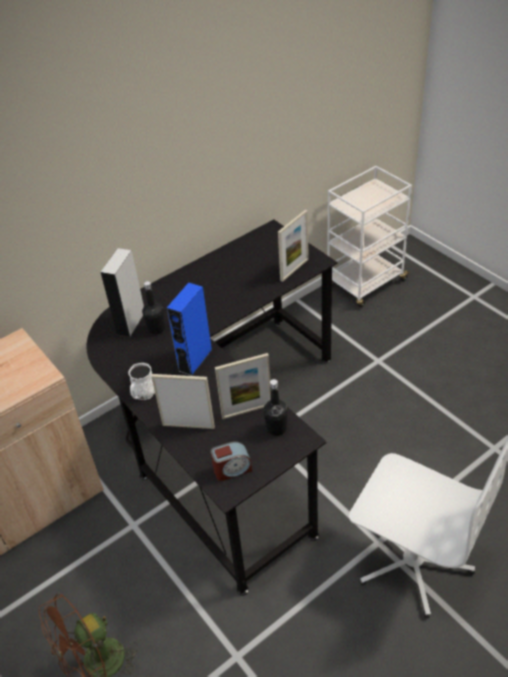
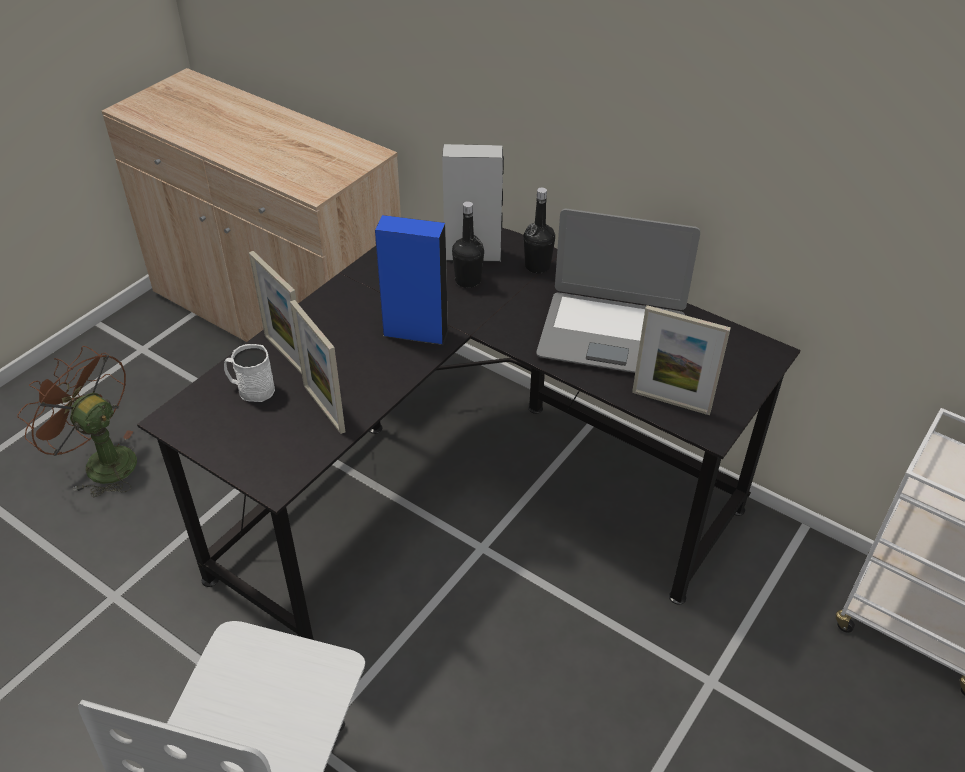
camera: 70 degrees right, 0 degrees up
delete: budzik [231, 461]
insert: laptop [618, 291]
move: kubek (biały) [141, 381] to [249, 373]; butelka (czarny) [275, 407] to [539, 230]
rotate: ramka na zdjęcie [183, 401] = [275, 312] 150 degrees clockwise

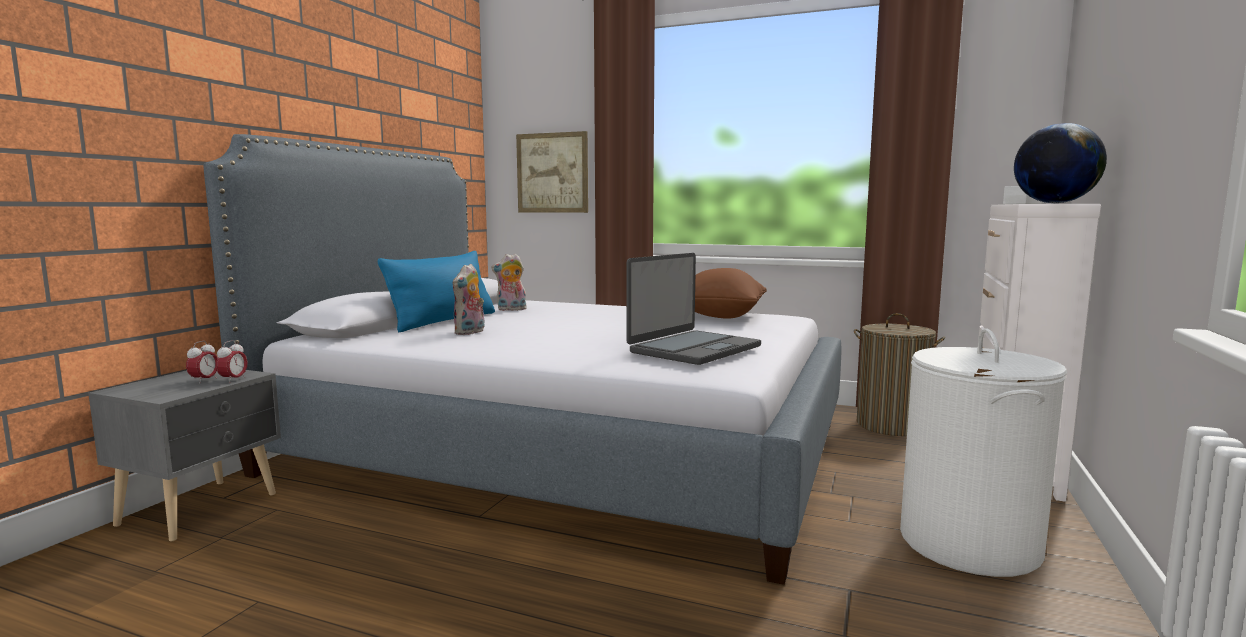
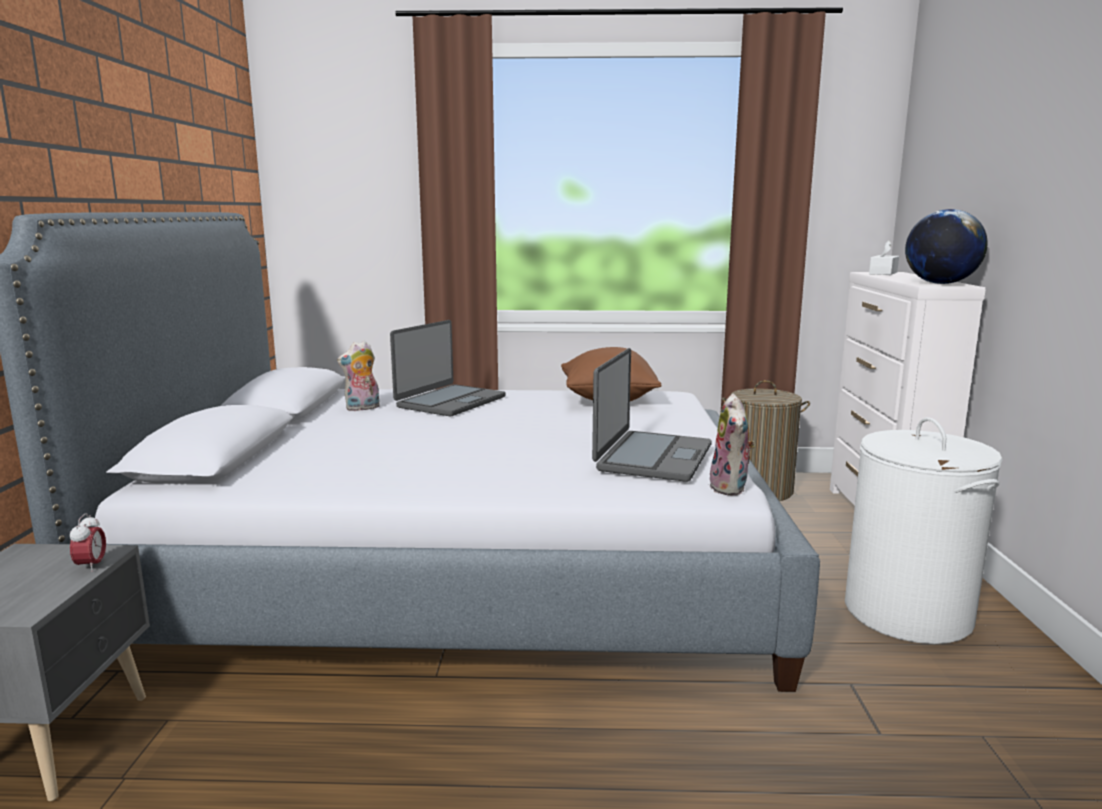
camera: 20 degrees left, 5 degrees up
delete: budzik [202, 361]; poduszka (niebieski) [436, 291]; obraz [552, 172]
insert: laptop [448, 368]
move: pluszak [468, 299] to [732, 445]

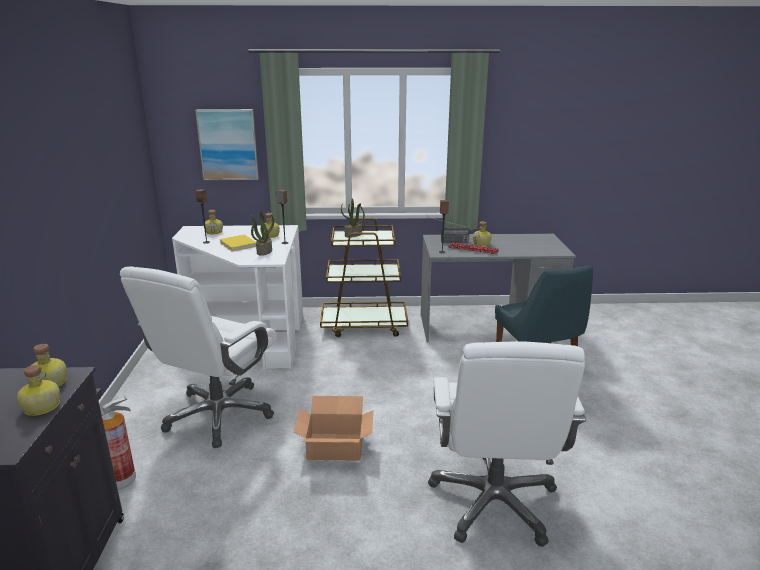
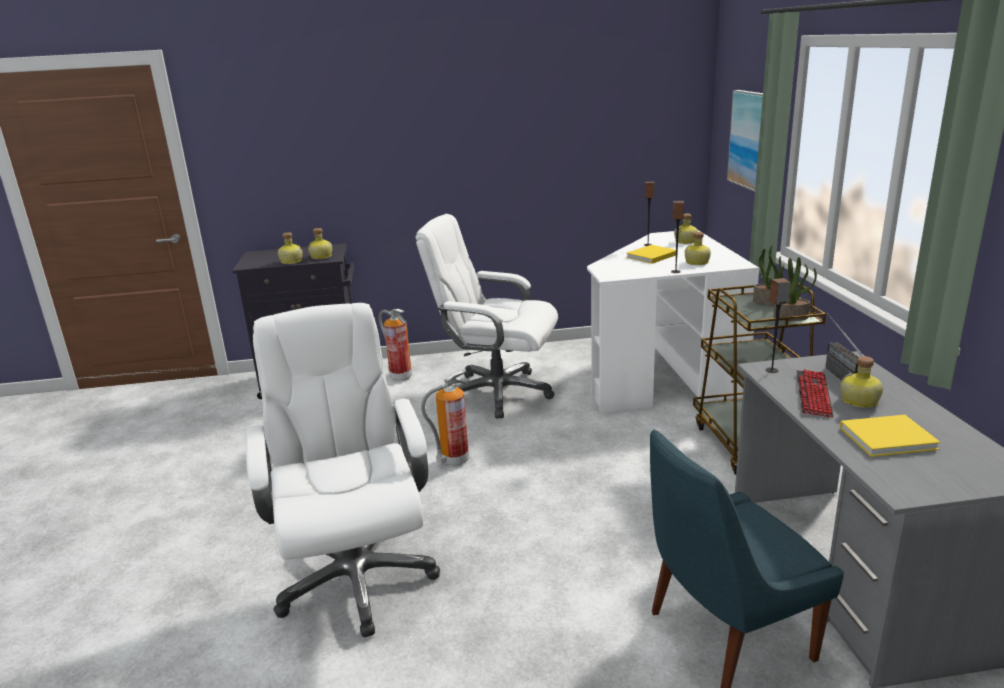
camera: 85 degrees right, 0 degrees up
insert: książka (żółty) [890, 436]
move: roślina doniczkowa [262, 233] to [795, 289]
replace: karton [333, 428] to gaśnica [445, 418]
rotate: krzesło biurowe (biały) [507, 444] = [343, 470] 75 degrees clockwise

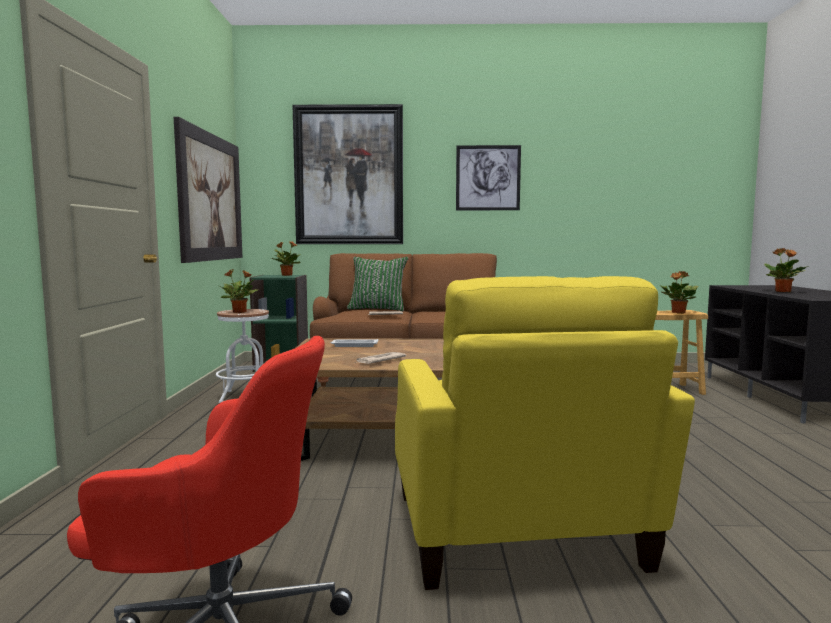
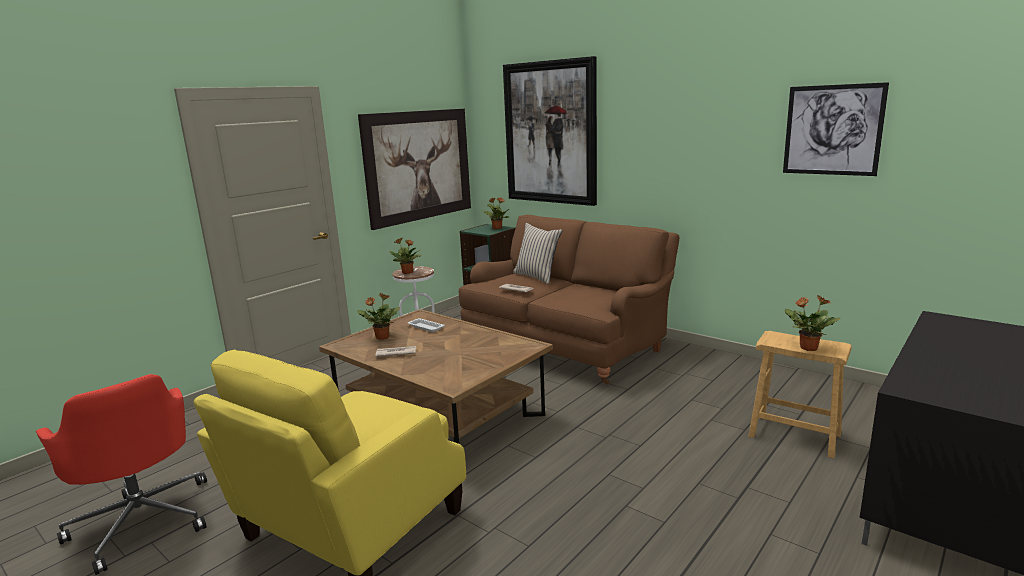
camera: 40 degrees right, 10 degrees up
move: obraz [488, 177] to [836, 129]; roślina doniczkowa [786, 270] to [378, 316]
recolor: poduszka (zielony) [378, 284] to poduszka (beżowy) [538, 253]

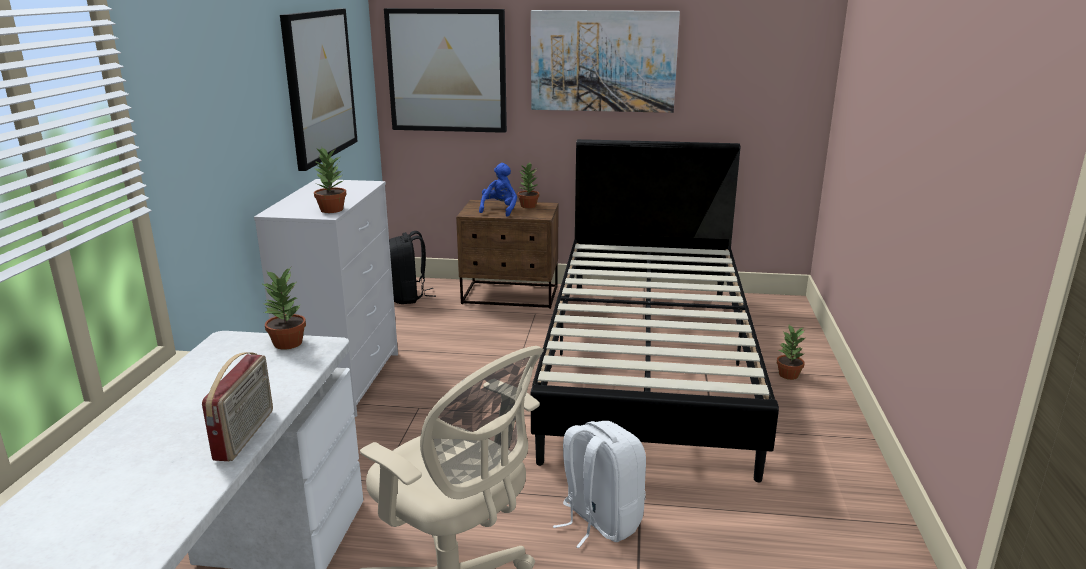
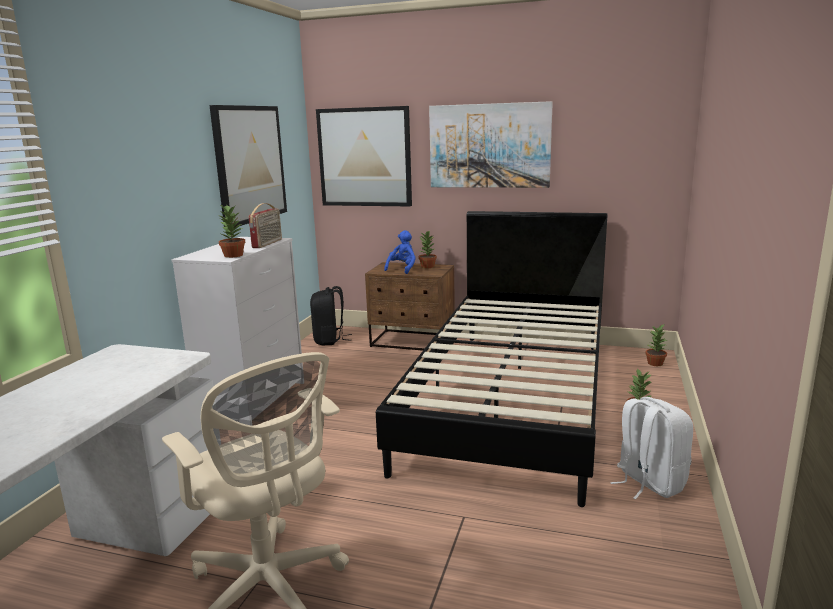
camera: 10 degrees right, 5 degrees down
move: radio [237, 406] to [265, 225]; roślina doniczkowa [283, 308] to [656, 345]; plecak (biały) [599, 484] to [651, 448]

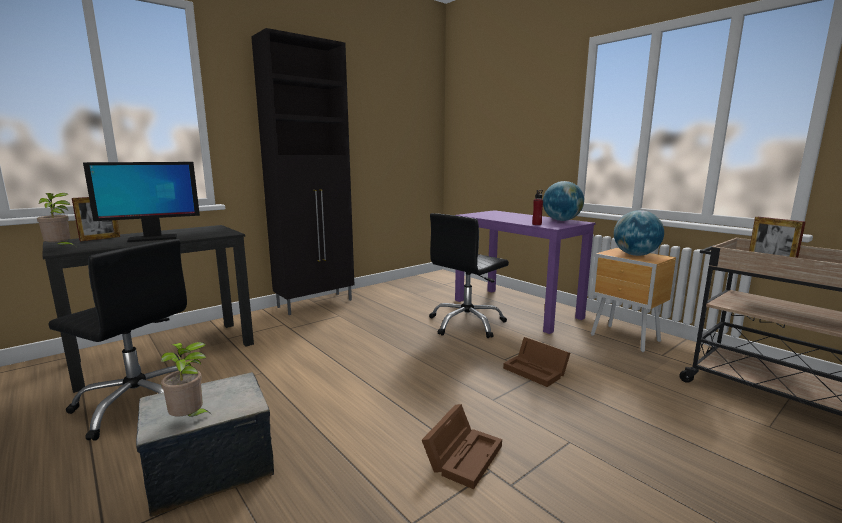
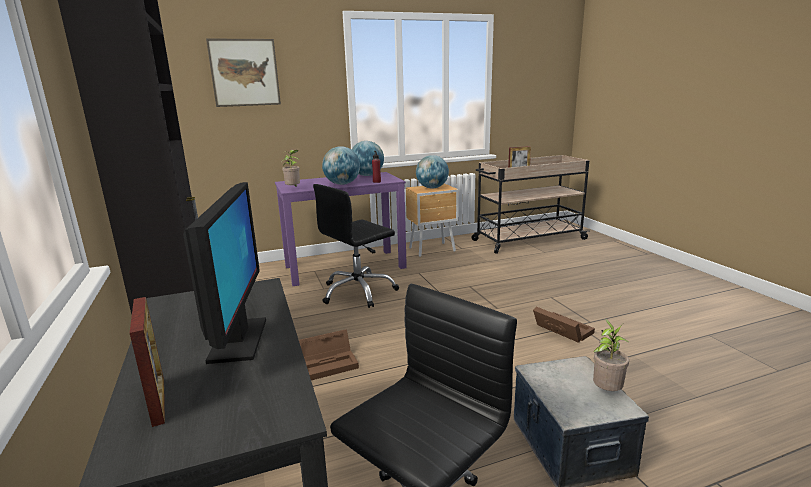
camera: 70 degrees left, 5 degrees up
insert: obraz [243, 72]; globus [341, 165]
move: roślina doniczkowa [56, 220] to [291, 168]; pojemnik do przechowywania (brązowy) [536, 362] to [329, 354]
rotate: krzesło biurowe (czarny) [469, 275] = [356, 246] 75 degrees clockwise

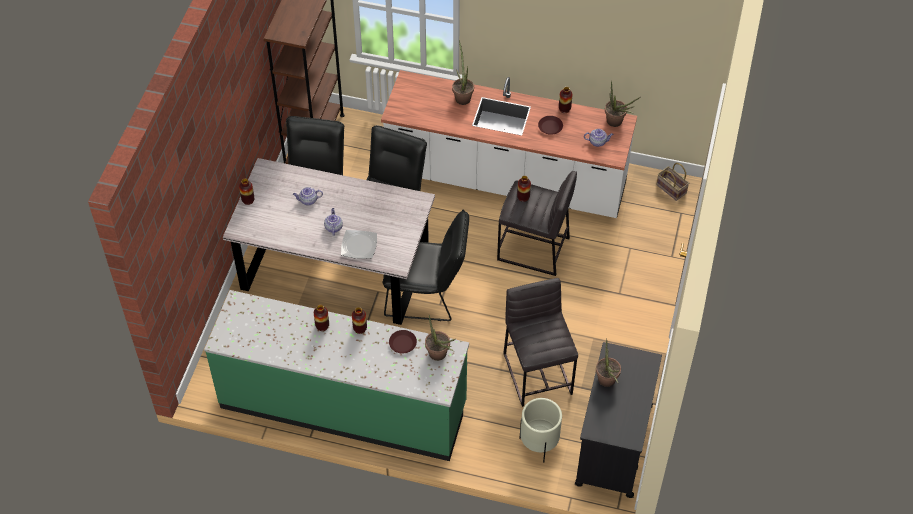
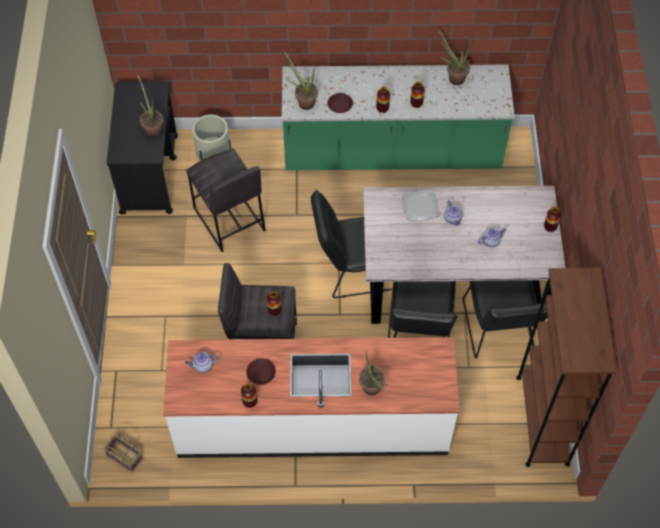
camera: 165 degrees right, 5 degrees up
move: roślina doniczkowa [622, 103] to [454, 57]

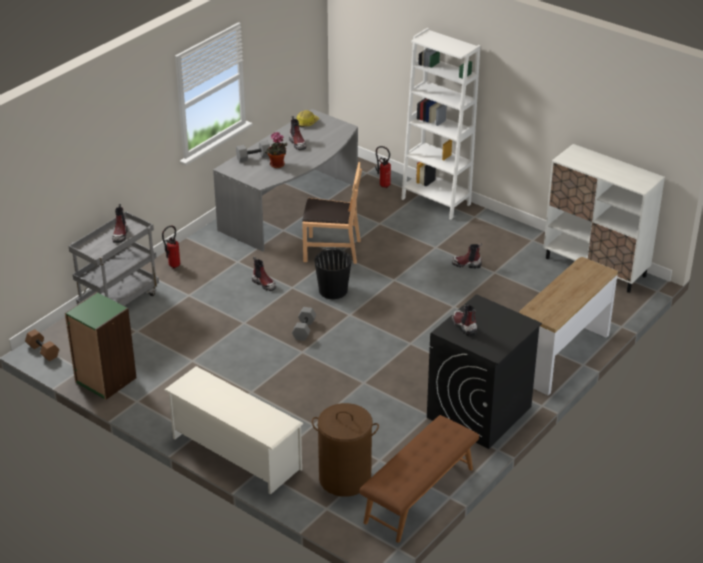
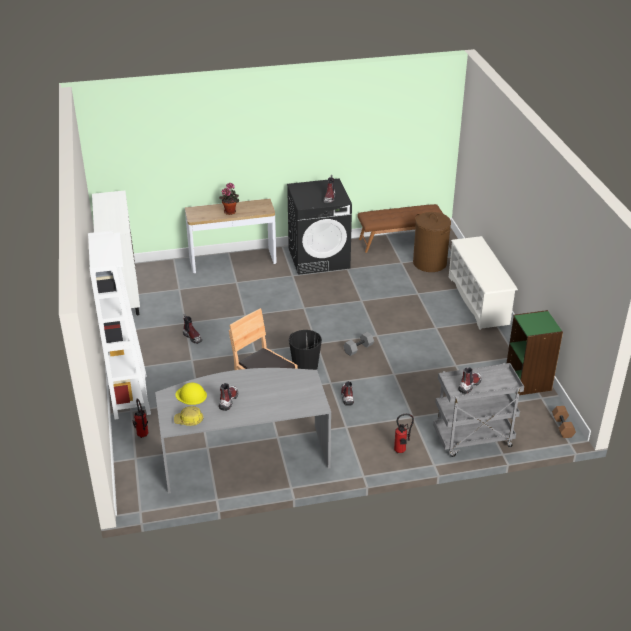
camera: 140 degrees left, 0 degrees up
delete: hantel (szary) [253, 151]
insert: kask (żółty) [191, 393]
move: roślina doniczkowa [276, 150] to [229, 199]

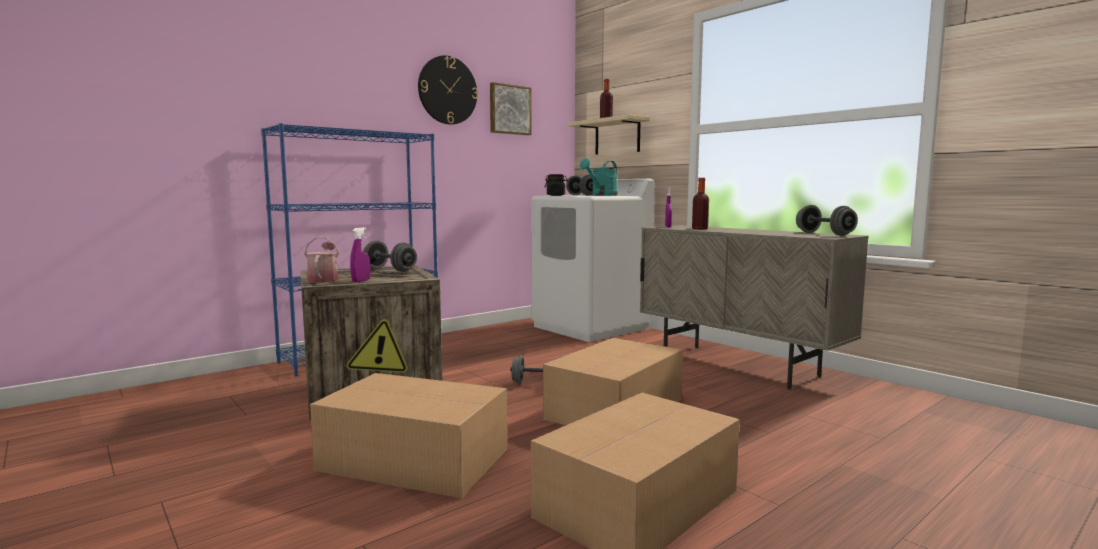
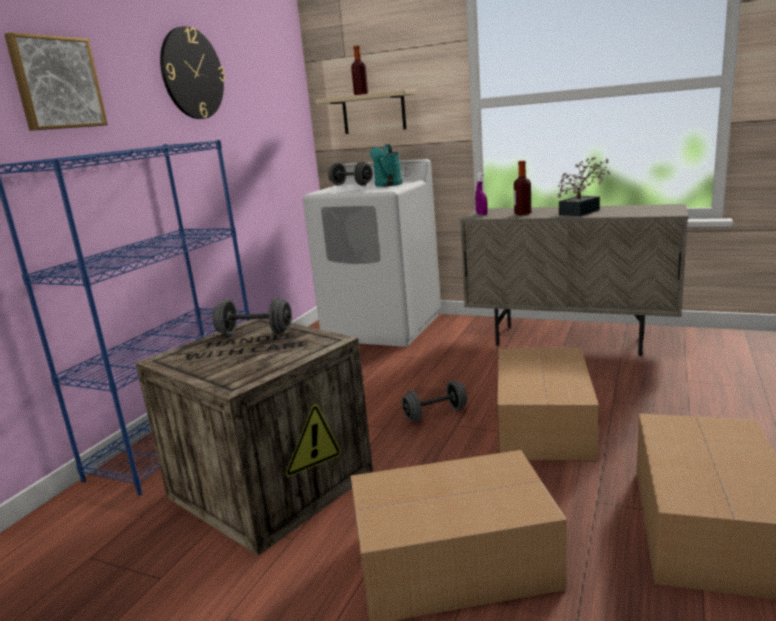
camera: 25 degrees left, 10 degrees up
delete: konewka [321, 260]; spryskiwacz (fioletowy) [360, 254]; słoik (czarny) [556, 185]; hantel (szary) [827, 220]
insert: roślina doniczkowa [584, 186]
move: obraz [511, 108] to [56, 81]

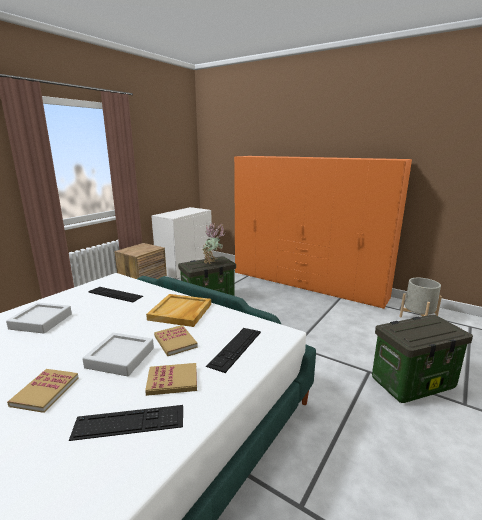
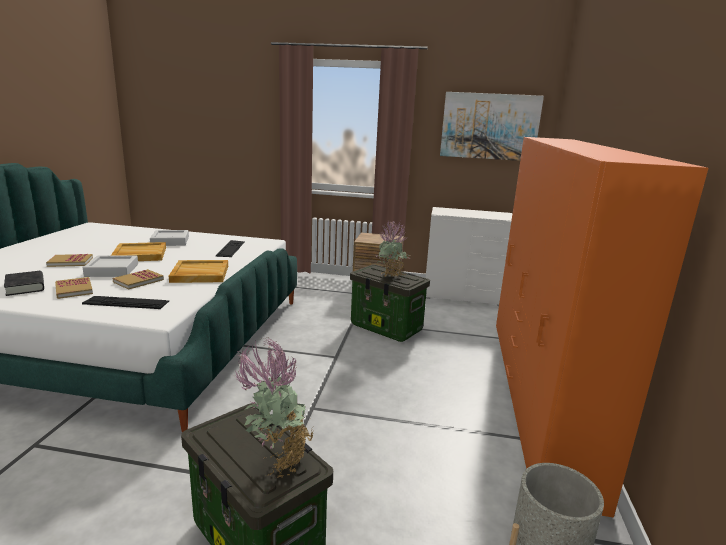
camera: 65 degrees right, 0 degrees up
insert: taca (beżowy) [138, 251]; roślina doniczkowa [274, 407]; obraz [492, 126]
replace: klawiatura [126, 423] to książka (czarny) [24, 283]

